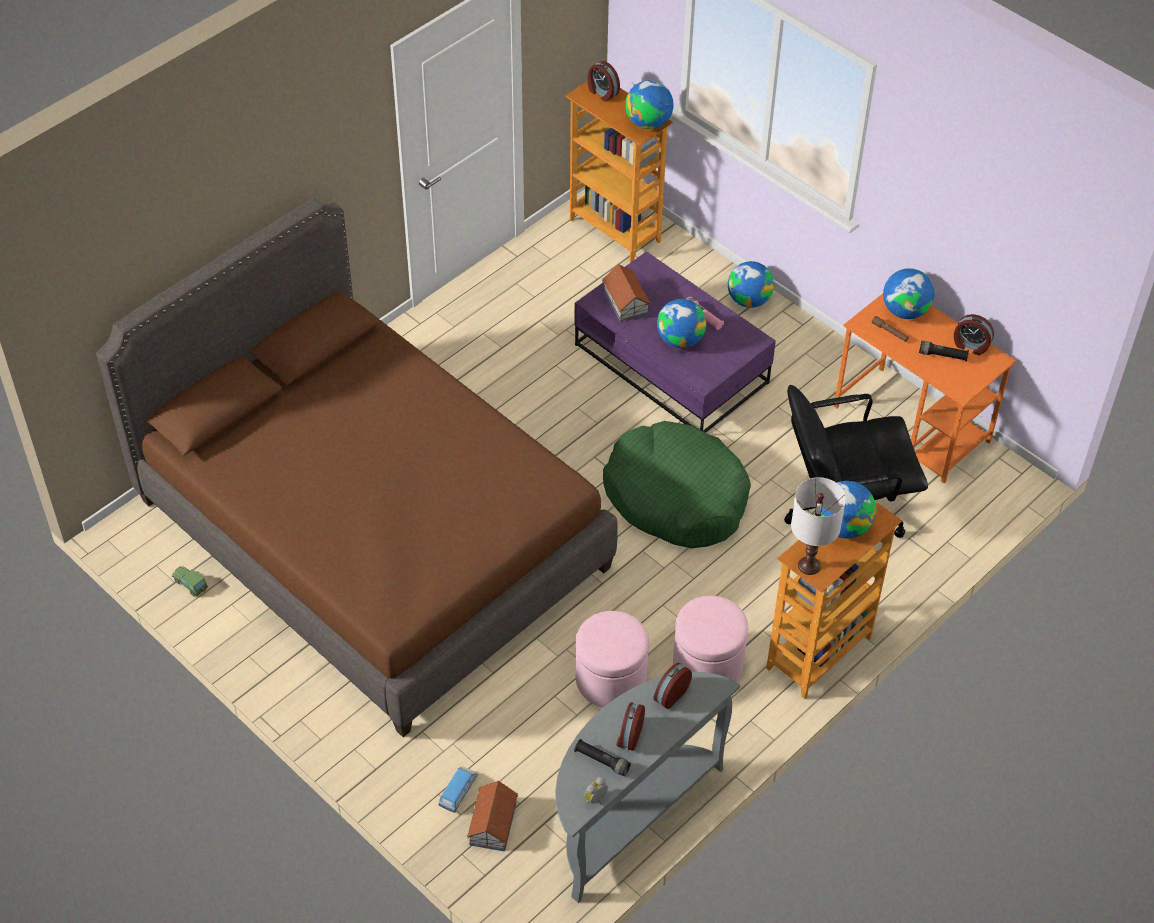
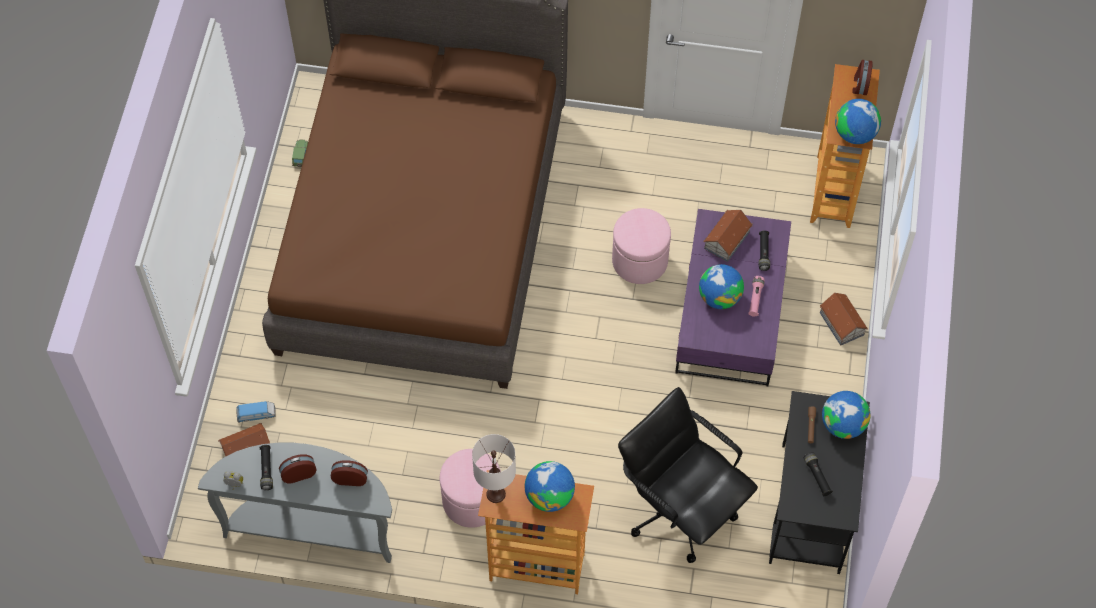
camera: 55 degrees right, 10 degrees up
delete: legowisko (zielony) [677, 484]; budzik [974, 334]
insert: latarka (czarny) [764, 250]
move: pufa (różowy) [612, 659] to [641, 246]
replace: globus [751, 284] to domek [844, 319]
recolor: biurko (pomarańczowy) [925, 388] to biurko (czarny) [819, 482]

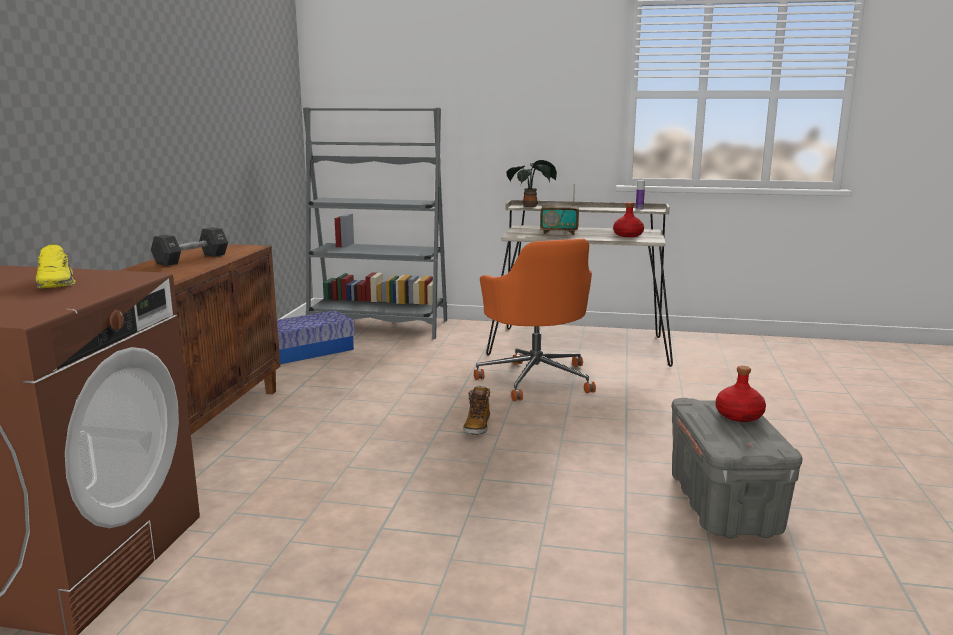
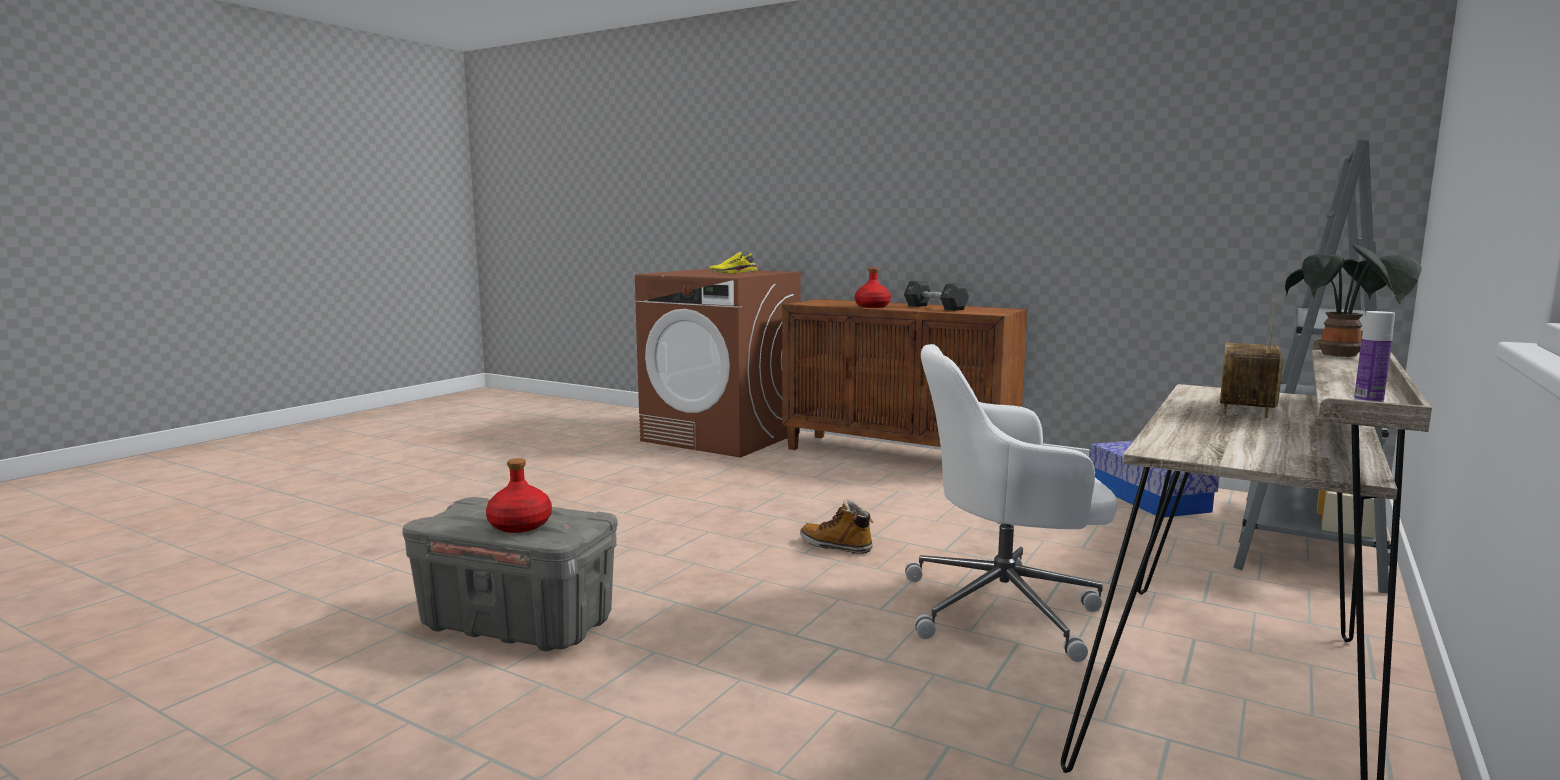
camera: 110 degrees right, 5 degrees down
move: butelka (czerwony) [628, 219] to [873, 288]
recolor: krzesło biurowe (pomarańczowy) [535, 320] to krzesło biurowe (biały) [1011, 503]

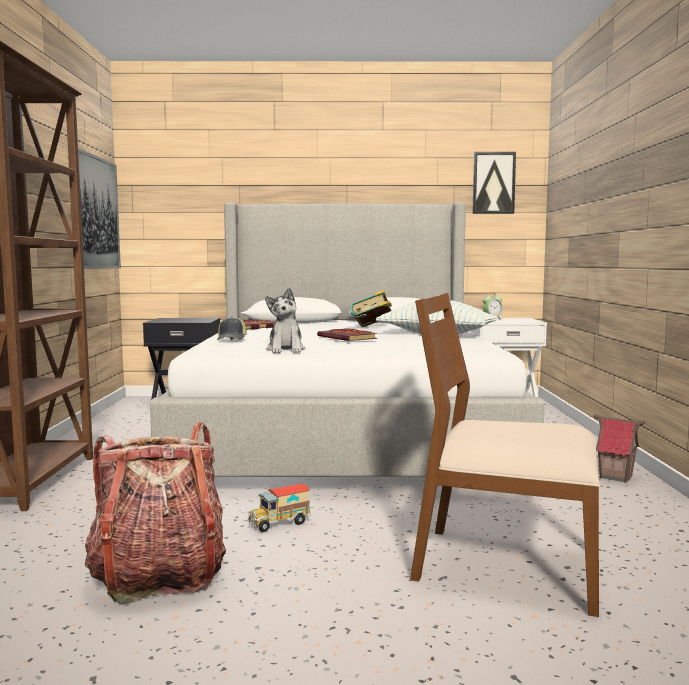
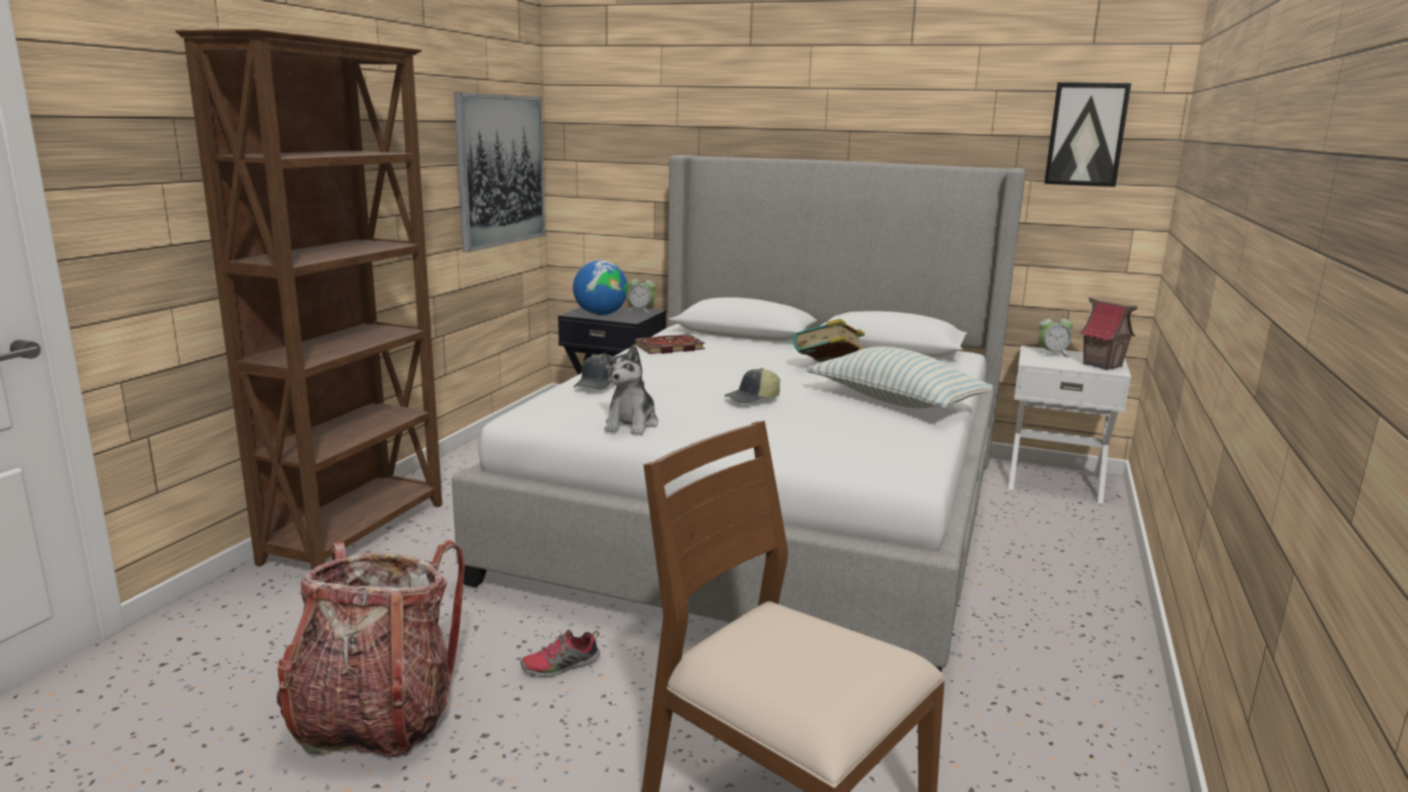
camera: 20 degrees right, 10 degrees up
insert: globus [600, 287]; budzik [642, 294]
move: domek [619, 449] to [1109, 334]
replace: ciężarówka zabawkowa [278, 508] to but [560, 653]; książka [347, 335] to czapka z daszkiem [752, 386]

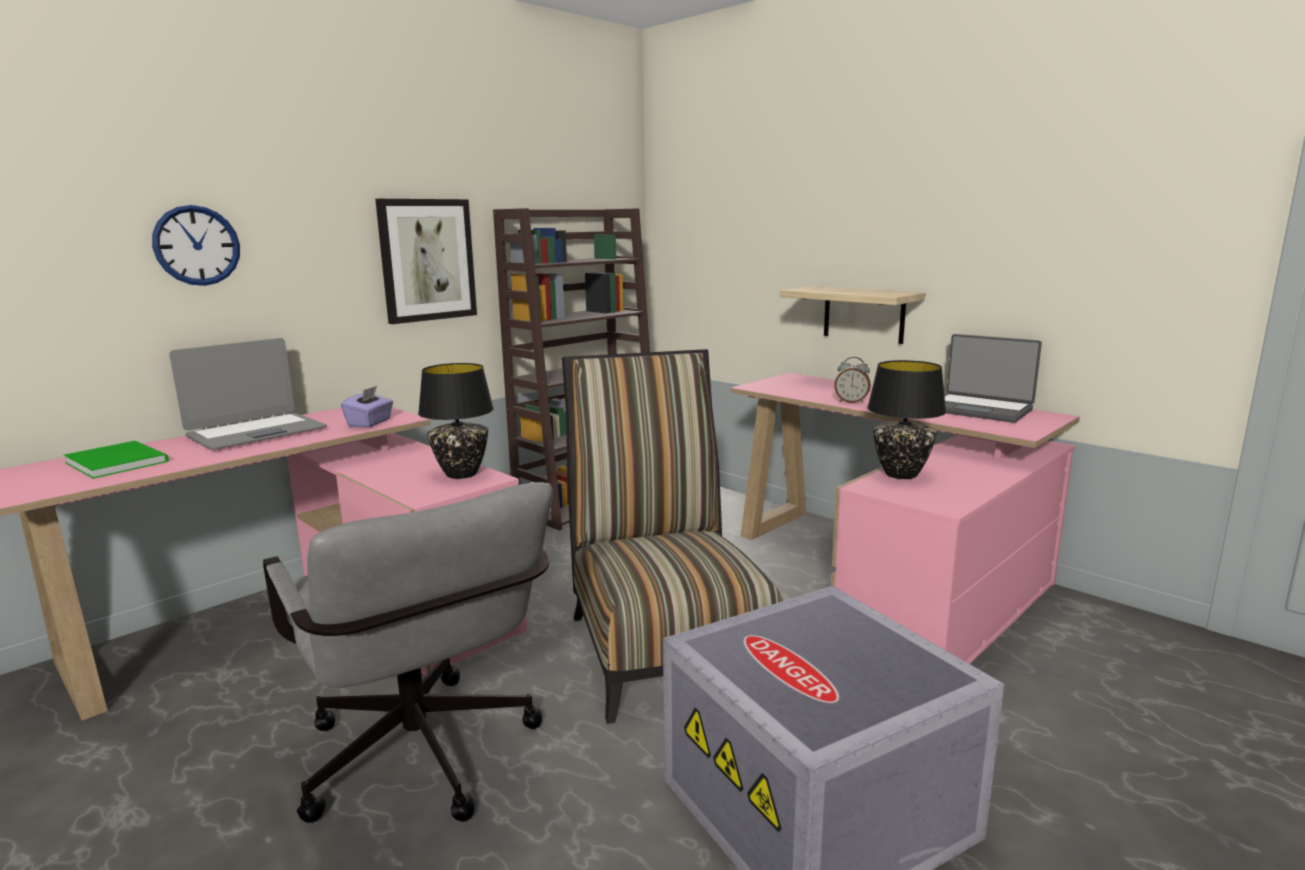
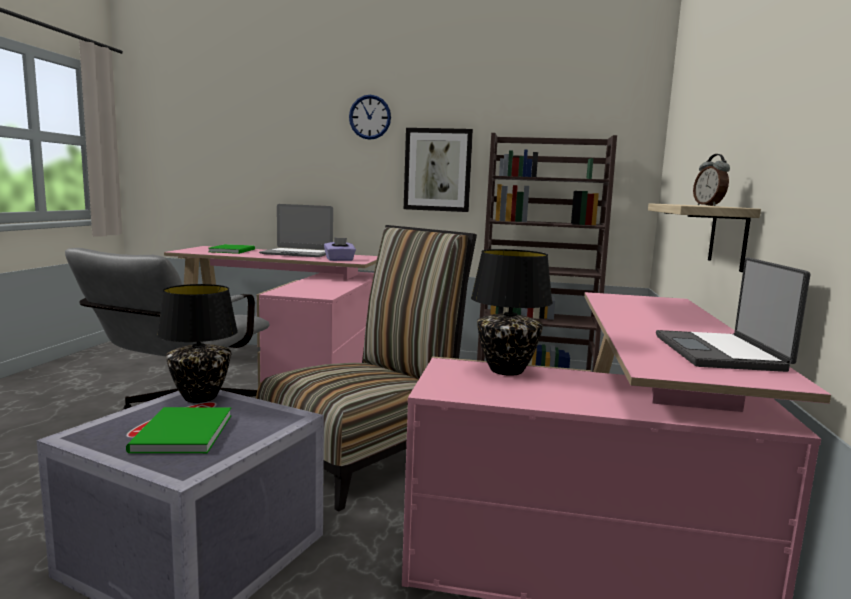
camera: 55 degrees right, 5 degrees down
insert: książka (zielony) [178, 430]
move: zegar ścienny [196, 245] to [370, 117]; lampa stołowa (czarny) [456, 421] to [197, 343]; budzik [852, 380] to [711, 180]

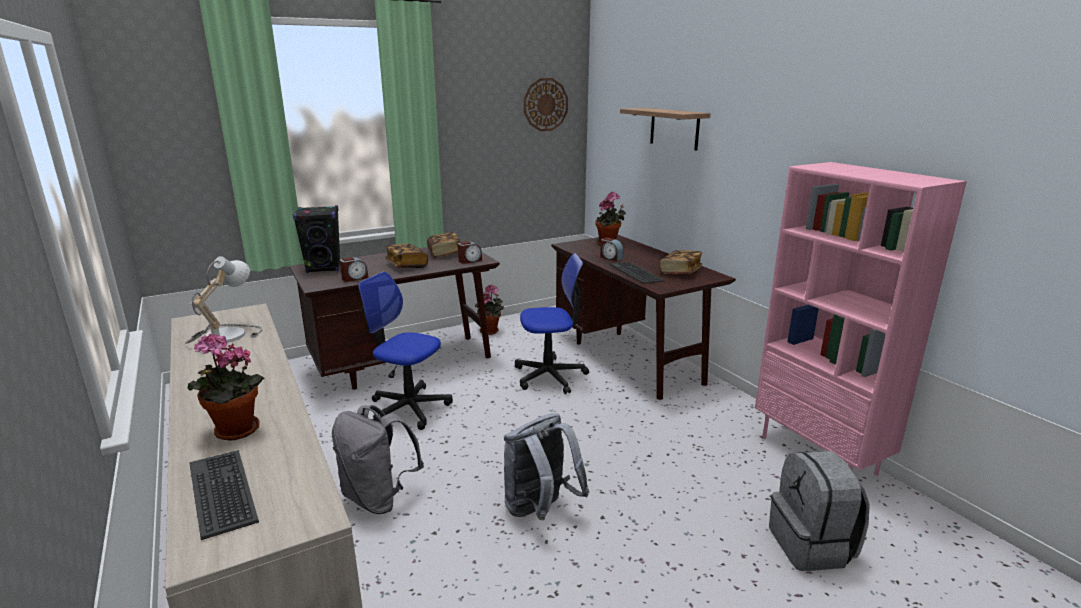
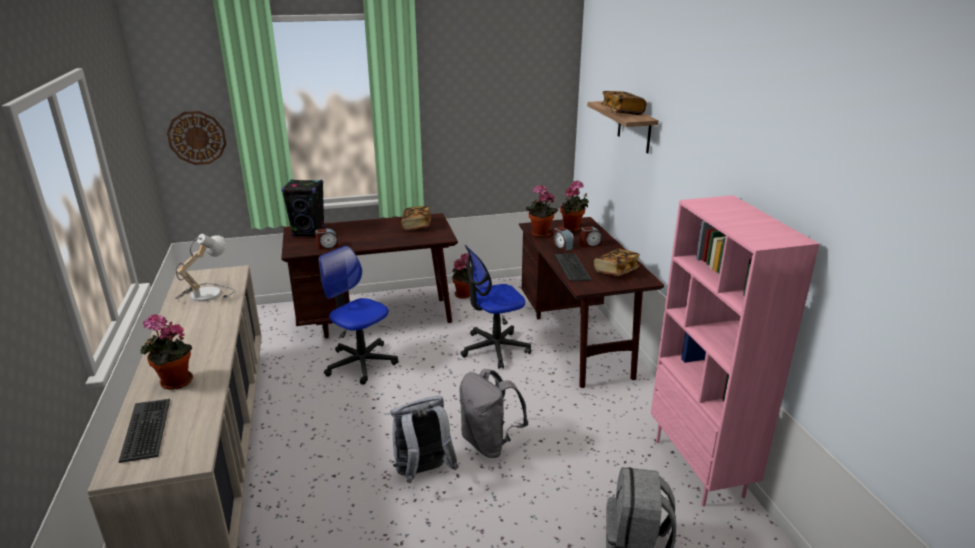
camera: 15 degrees right, 5 degrees up
insert: roślina doniczkowa [542, 211]
move: plecak (szary) [378, 459] to [493, 413]; książka [406, 256] to [623, 103]; budzik [470, 252] to [591, 237]; zegar ścienny [546, 104] to [197, 138]
rotate: krzesło biurowe [552, 323] = [496, 307] 150 degrees clockwise

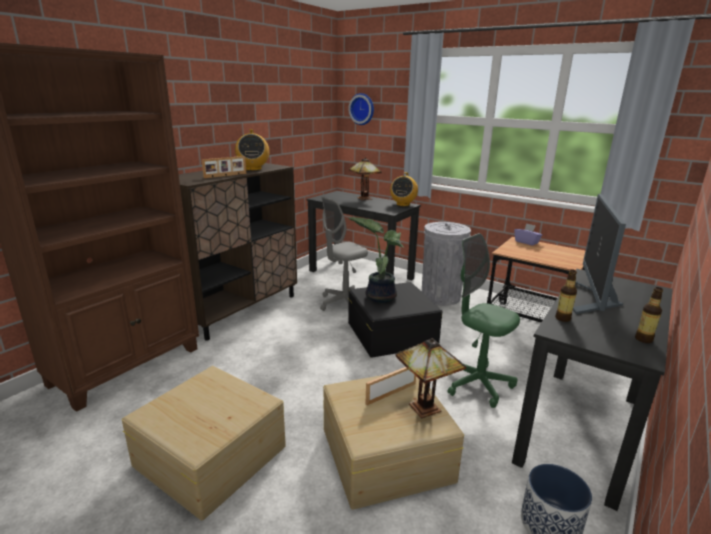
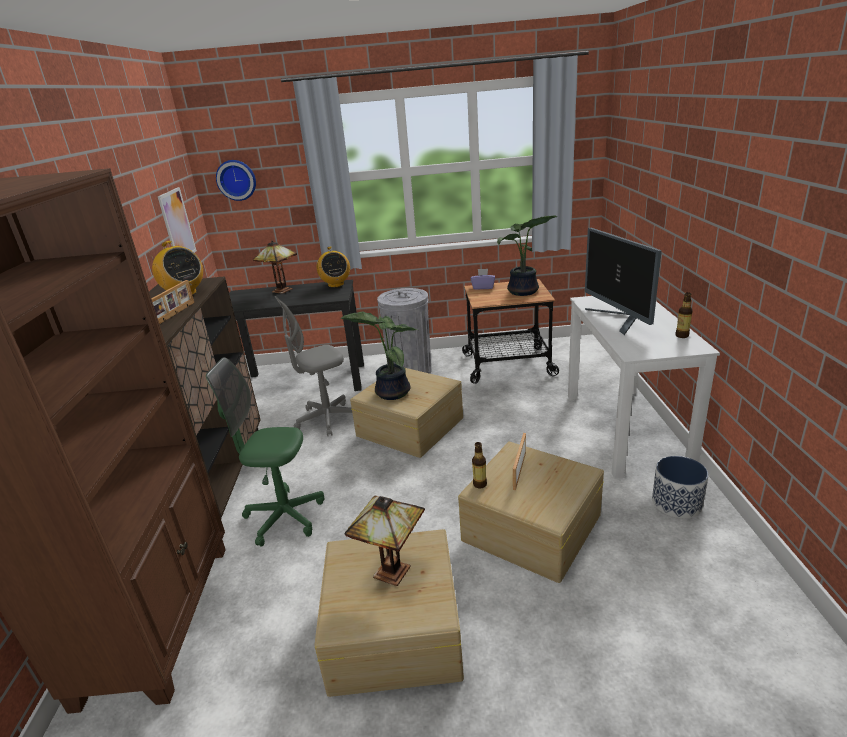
camera: 35 degrees left, 5 degrees up
insert: obraz [177, 220]; roślina doniczkowa [527, 256]
move: lampa stołowa [430, 378] to [385, 541]; krzesło biurowe (zielony) [484, 320] to [265, 452]; butelka [566, 295] to [479, 465]
recolor: pojemnik do przechowywania (czarny) [395, 320] to pojemnik do przechowywania (beżowy) [406, 413]; biurko (czarny) [592, 390] to biurko (biały) [644, 387]
rotate: krzesło biurowe (szary) [344, 253] = [313, 366] 45 degrees clockwise

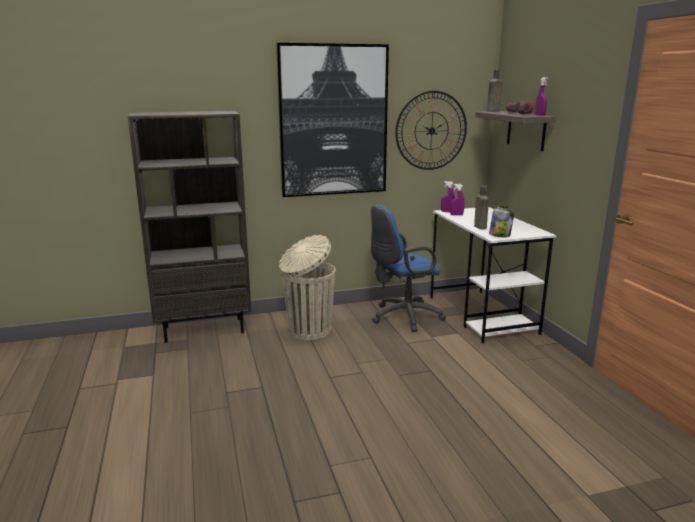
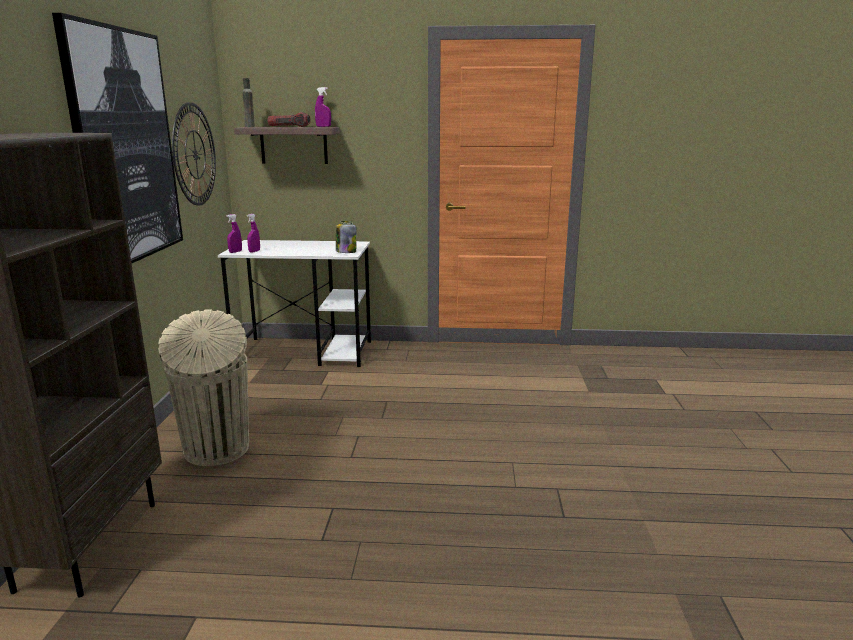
camera: 70 degrees left, 0 degrees up
delete: krzesło biurowe (niebieski) [408, 268]; butelka (brązowy) [481, 207]

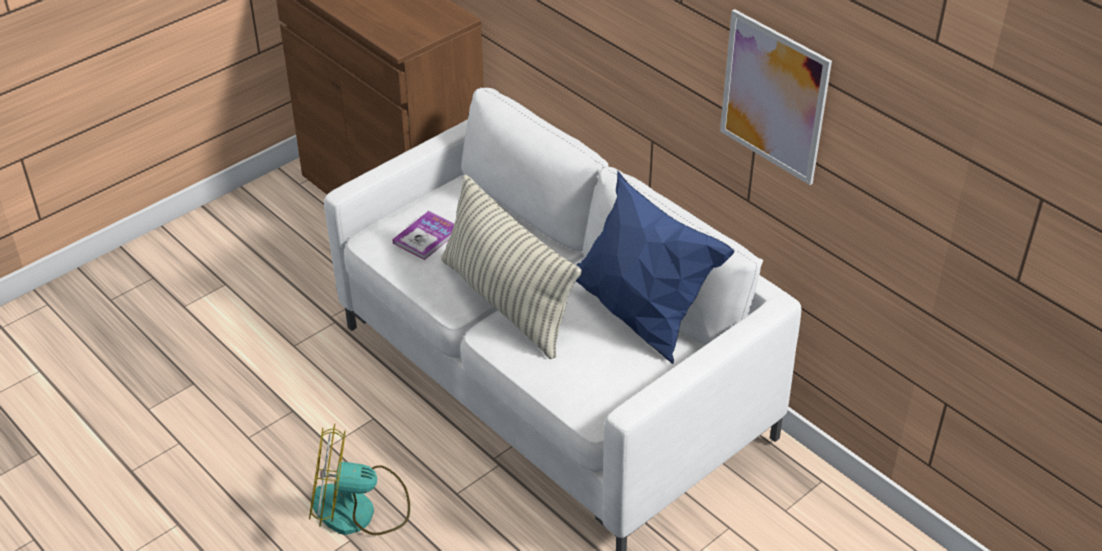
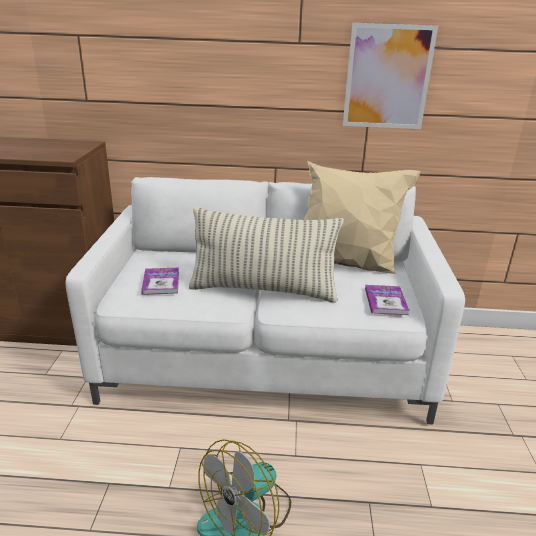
camera: 45 degrees left, 15 degrees down
insert: książka [387, 300]
recolor: poduszka (niebieski) [655, 267] to poduszka (beżowy) [362, 217]

